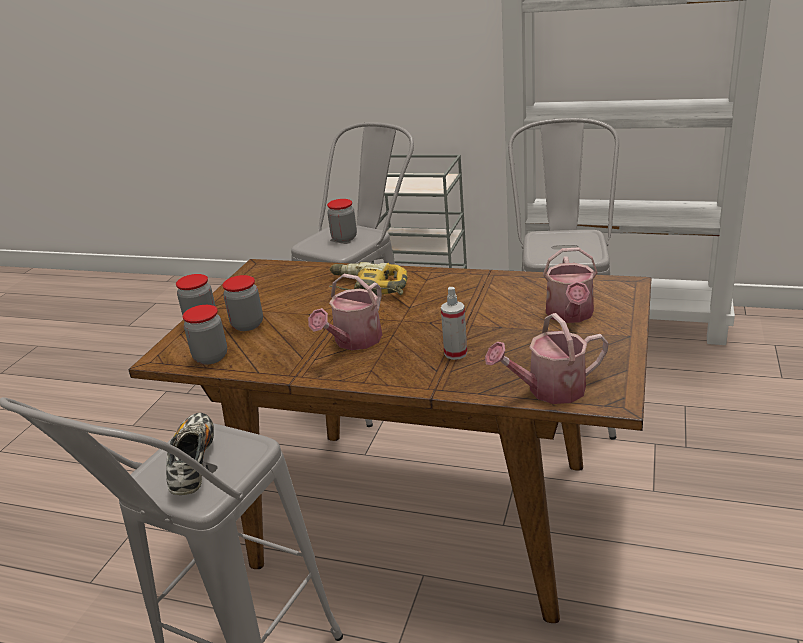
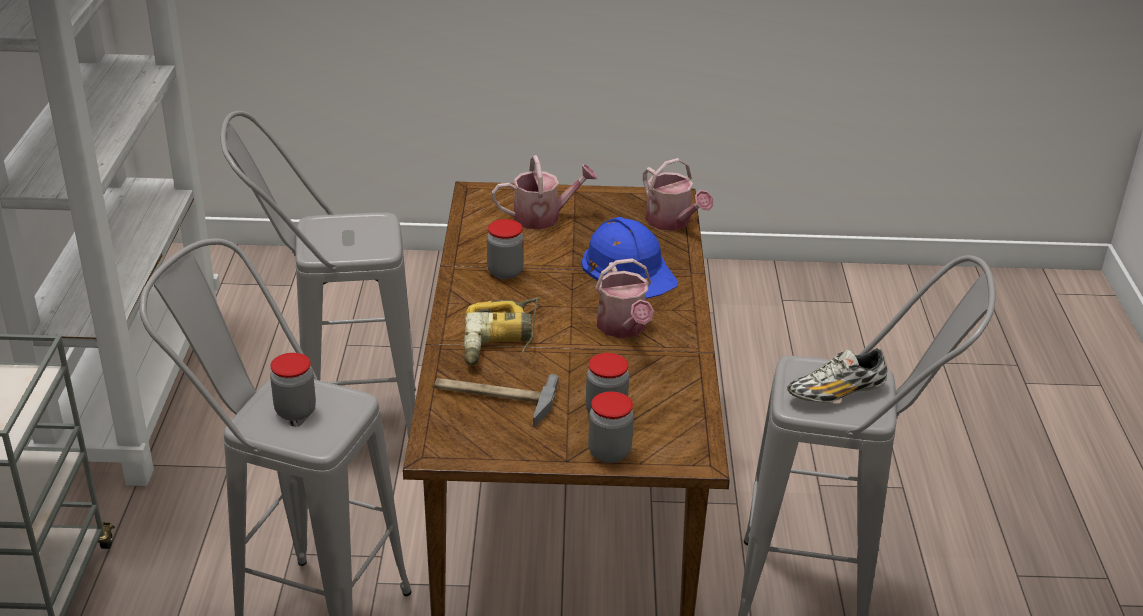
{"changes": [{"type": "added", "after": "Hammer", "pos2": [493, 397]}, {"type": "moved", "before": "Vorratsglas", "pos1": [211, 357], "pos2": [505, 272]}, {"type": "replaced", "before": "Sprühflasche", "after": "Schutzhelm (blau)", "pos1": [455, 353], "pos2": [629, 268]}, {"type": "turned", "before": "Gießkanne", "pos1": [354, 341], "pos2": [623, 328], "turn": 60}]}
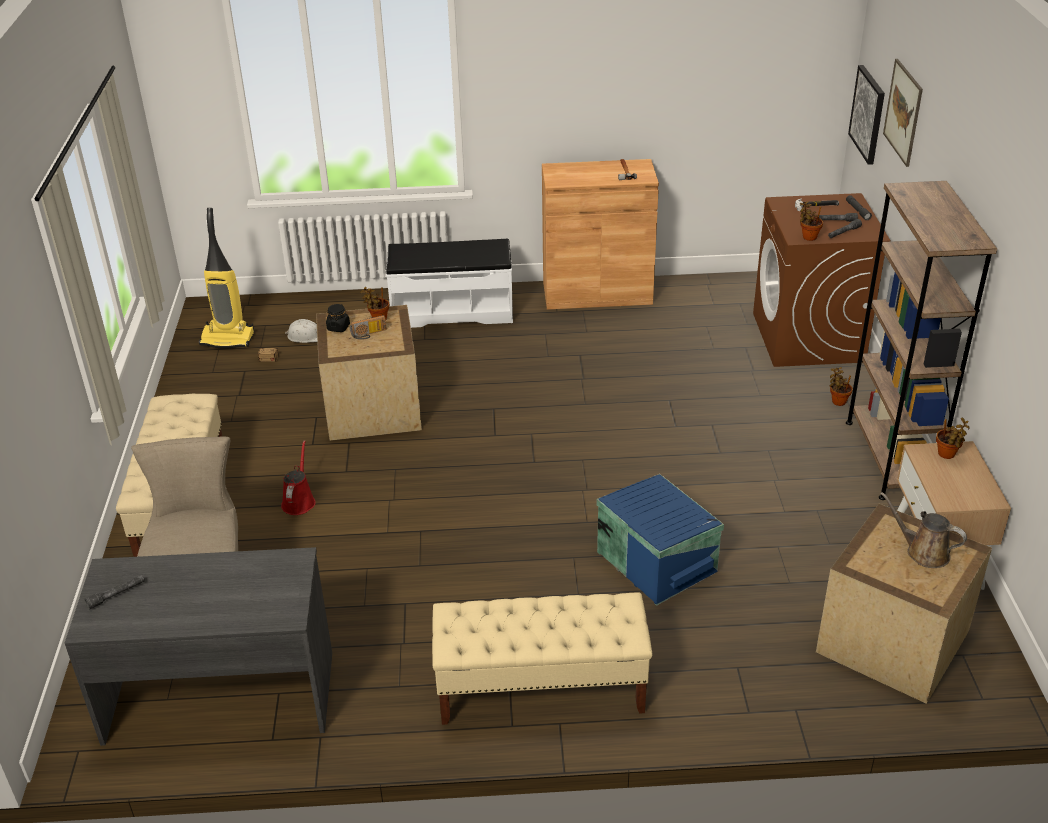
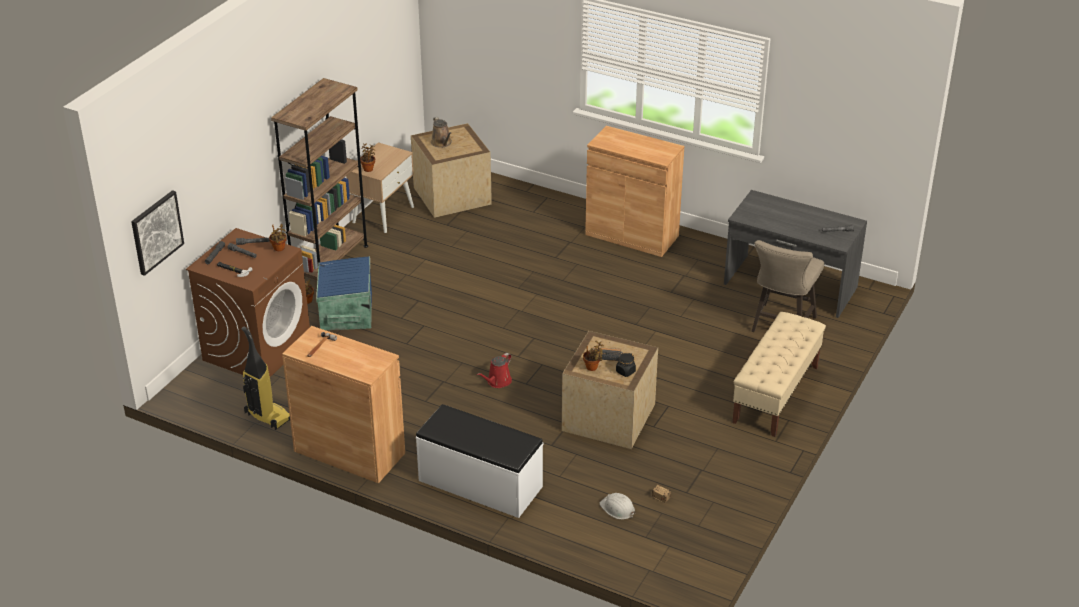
{"changes": [{"type": "removed", "before": "Bild", "pos1": [903, 112]}, {"type": "moved", "before": "Staubsauger", "pos1": [228, 338], "pos2": [267, 417]}, {"type": "moved", "before": "Gießkanne (rot)", "pos1": [299, 501], "pos2": [497, 382]}, {"type": "moved", "before": "Aufbewahrungsbox (blau)", "pos1": [657, 560], "pos2": [345, 312]}, {"type": "replaced", "before": "Bank (beige)", "after": "Schrank (braun)", "pos1": [540, 690], "pos2": [632, 235]}]}
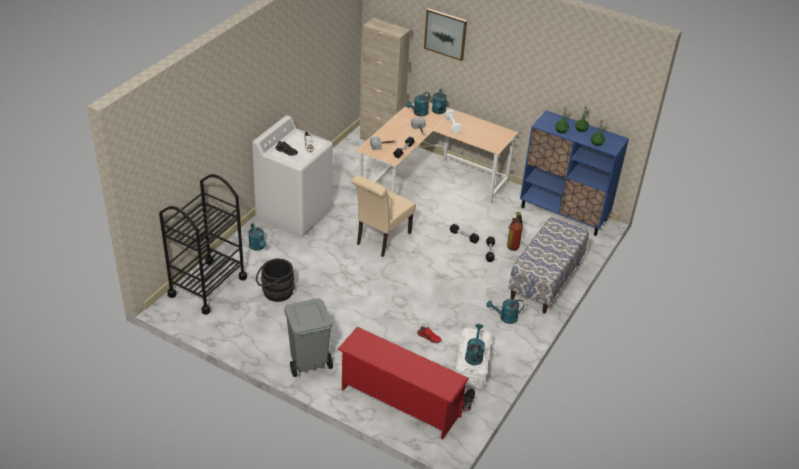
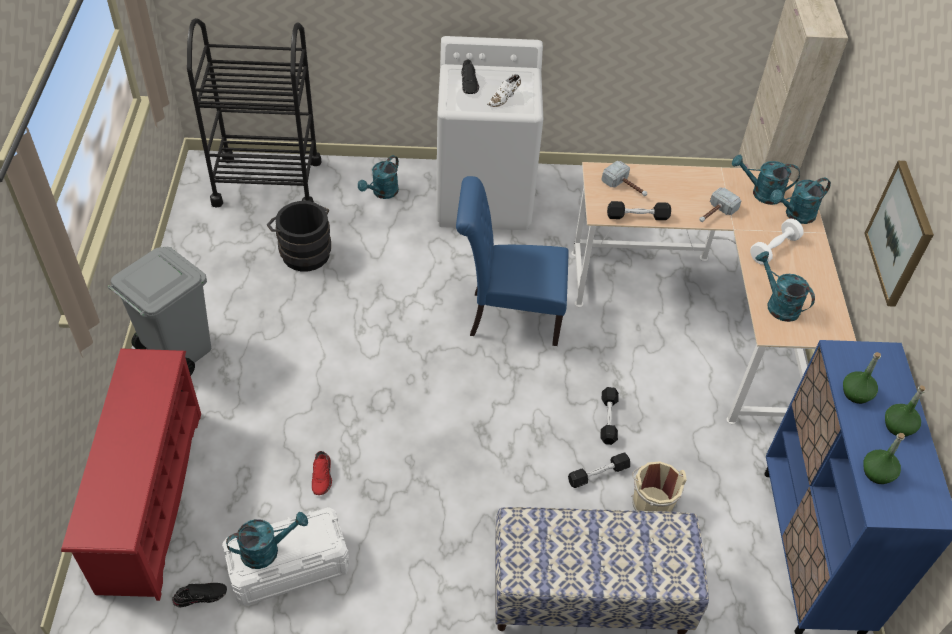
{"changes": [{"type": "moved", "before": "Bild", "pos1": [445, 34], "pos2": [900, 234]}, {"type": "moved", "before": "Gießkanne (türkis)", "pos1": [505, 318], "pos2": [778, 304]}, {"type": "replaced", "before": "Feuerlöscher", "after": "Eimer (beige)", "pos1": [514, 244], "pos2": [651, 502]}, {"type": "recoloured", "before": "Stuhl (beige)", "after": "Stuhl (blau)", "pos1": [381, 240], "pos2": [508, 316]}]}
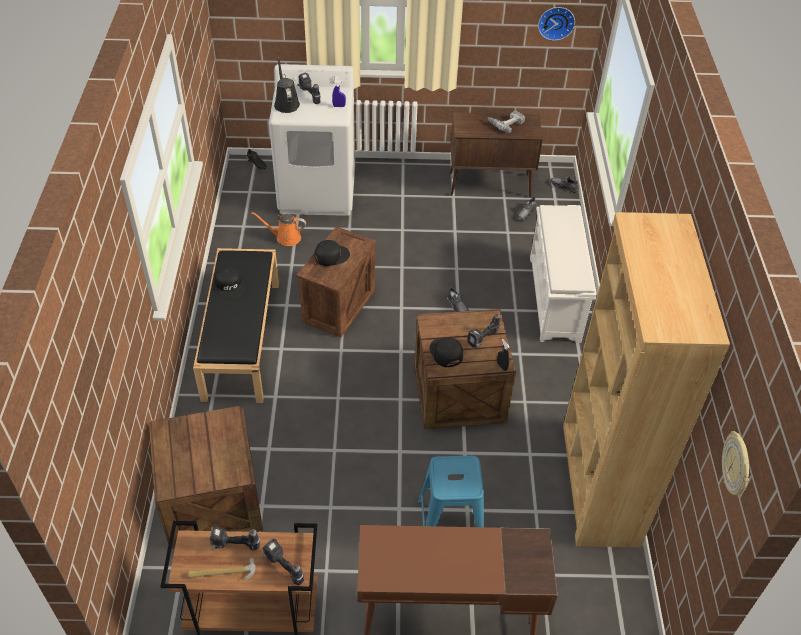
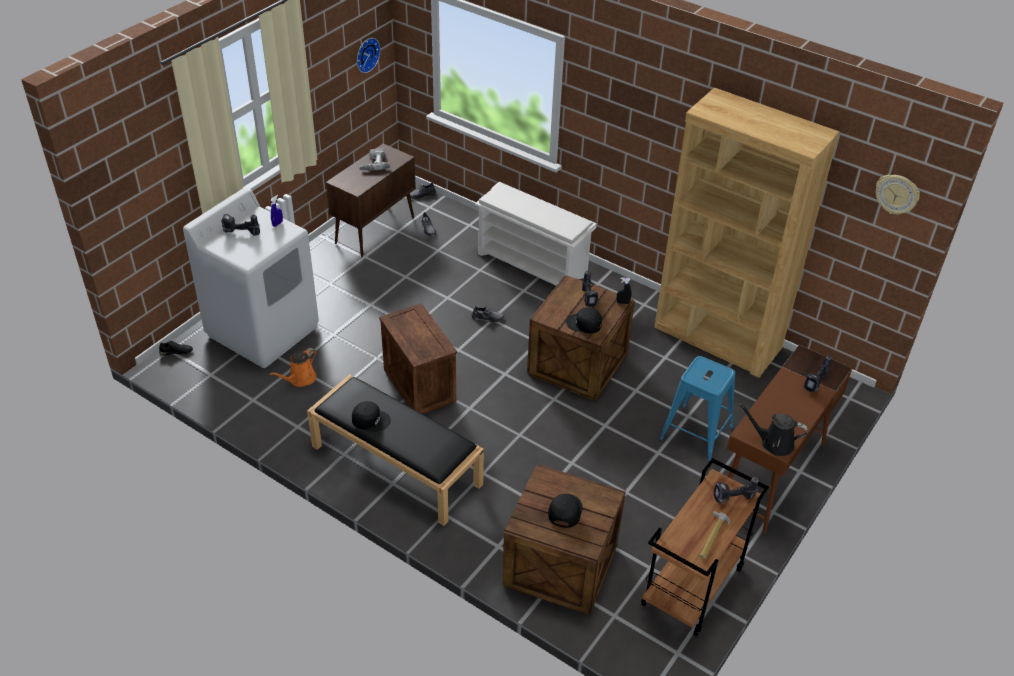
{"changes": [{"type": "moved", "before": "Bohrmaschine", "pos1": [234, 547], "pos2": [816, 384]}, {"type": "moved", "before": "Gießkanne (schwarz)", "pos1": [286, 103], "pos2": [773, 443]}, {"type": "moved", "before": "Kappe (schwarz)", "pos1": [331, 255], "pos2": [564, 511]}]}
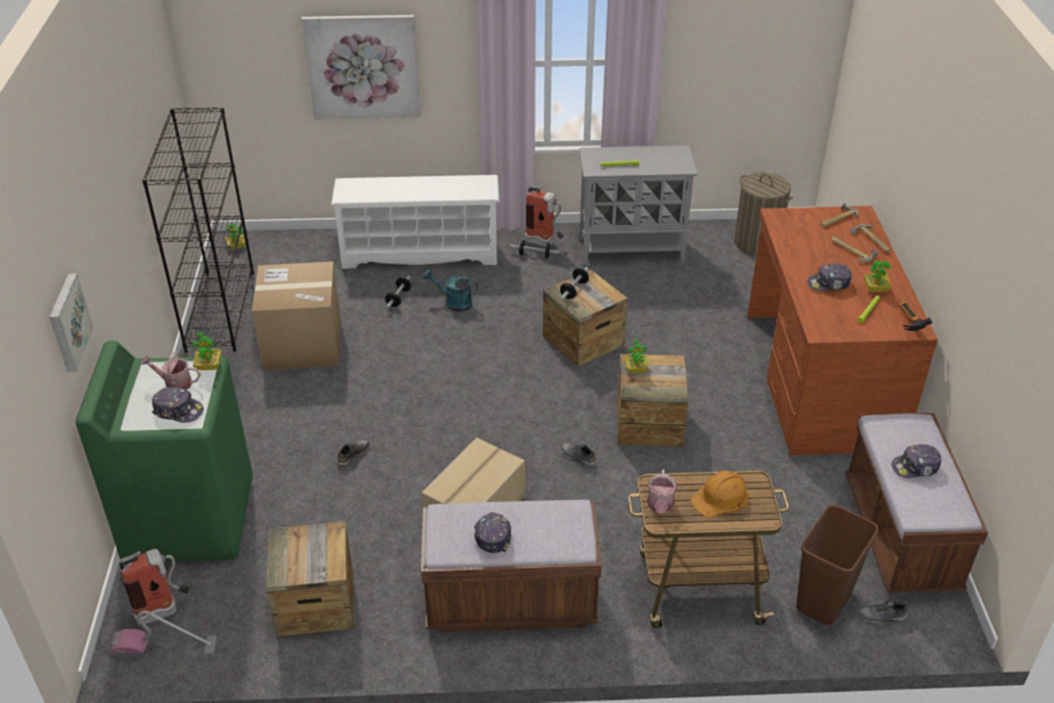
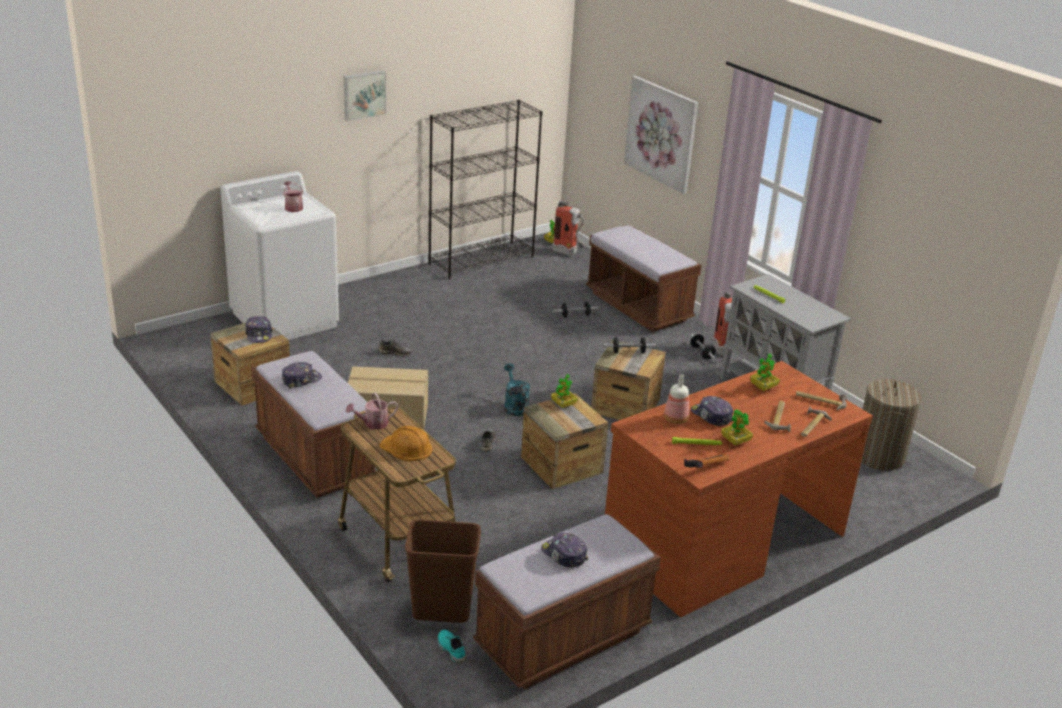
{"changes": [{"type": "removed", "before": "Staubsauger", "pos1": [165, 646]}, {"type": "removed", "before": "Karton", "pos1": [303, 344]}, {"type": "added", "after": "Flasche", "pos2": [676, 419]}, {"type": "moved", "before": "Bild", "pos1": [67, 322], "pos2": [364, 94]}, {"type": "moved", "before": "Feuerlöscher", "pos1": [164, 611], "pos2": [568, 253]}, {"type": "moved", "before": "Kappe", "pos1": [178, 411], "pos2": [259, 334]}, {"type": "moved", "before": "Topfpflanze", "pos1": [209, 366], "pos2": [763, 387]}, {"type": "moved", "before": "Gießkanne (türkis)", "pos1": [454, 303], "pos2": [514, 406]}, {"type": "replaced", "before": "Schuhregal (weiß)", "after": "Bank (braun)", "pos1": [421, 253], "pos2": [638, 307]}, {"type": "recoloured", "before": "Waschmaschine (grün)", "after": "Waschmaschine (weiß)", "pos1": [190, 519], "pos2": [285, 319]}, {"type": "recoloured", "before": "Schuh (grau)", "after": "Schuh (türkis)", "pos1": [881, 617], "pos2": [450, 649]}]}
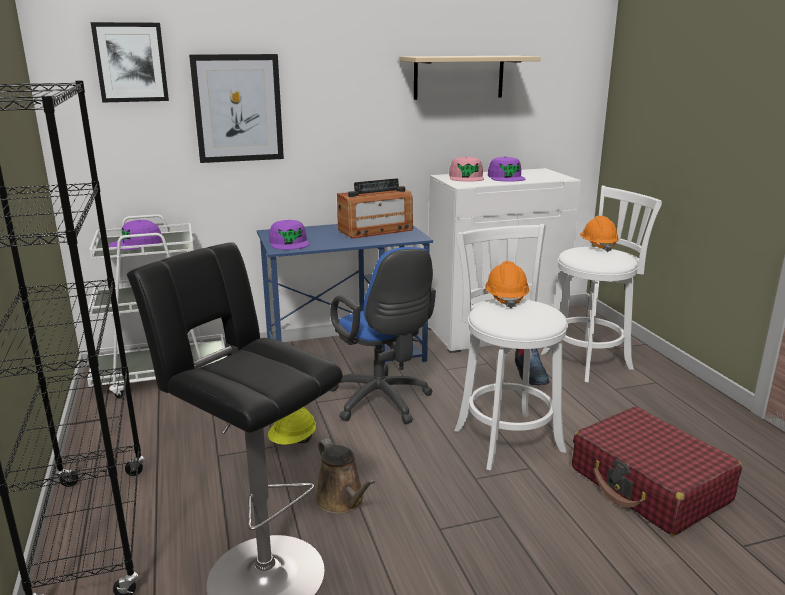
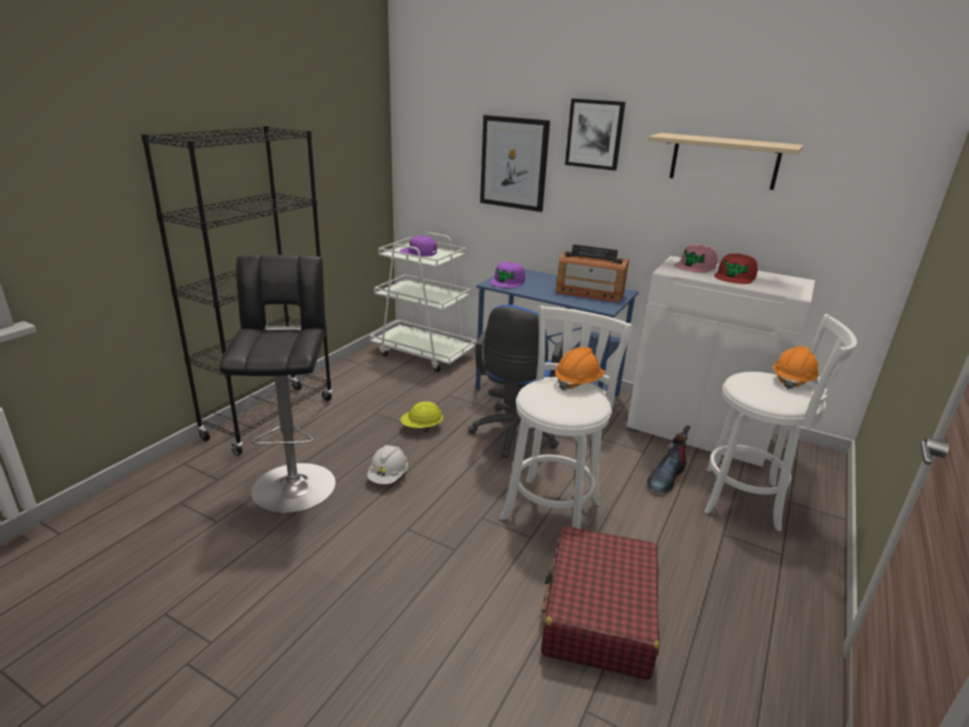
{"changes": [{"type": "moved", "before": "Bild", "pos1": [131, 62], "pos2": [594, 134]}, {"type": "replaced", "before": "Gießkanne (braun)", "after": "Schutzhelm (weiß)", "pos1": [342, 501], "pos2": [388, 476]}, {"type": "recoloured", "before": "Kappe (lila)", "after": "Kappe (rot)", "pos1": [506, 177], "pos2": [735, 276]}]}
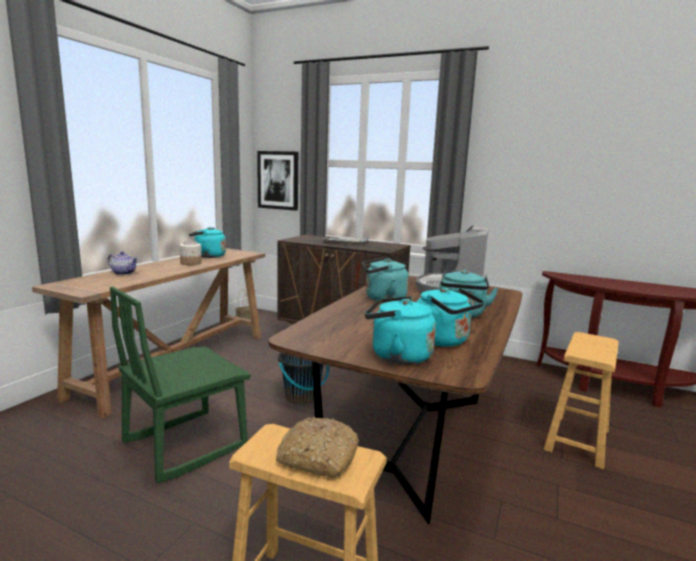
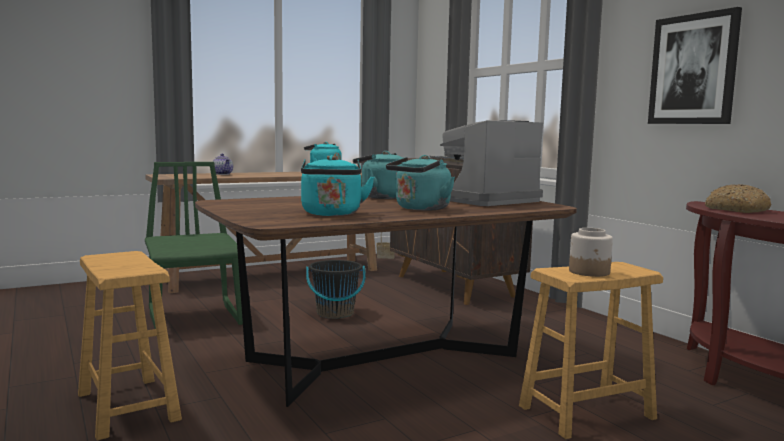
{"changes": [{"type": "removed", "before": "Wasserkessel (türkis)", "pos1": [397, 356]}, {"type": "moved", "before": "Vorratsglas", "pos1": [191, 263], "pos2": [589, 272]}, {"type": "moved", "before": "Bild", "pos1": [278, 180], "pos2": [693, 69]}, {"type": "moved", "before": "Brot", "pos1": [317, 457], "pos2": [736, 210]}, {"type": "turned", "before": "Stuhl (grün)", "pos1": [184, 444], "pos2": [195, 317], "turn": 75}]}
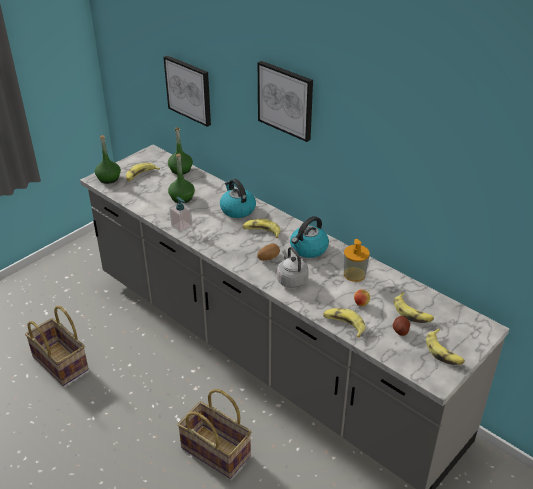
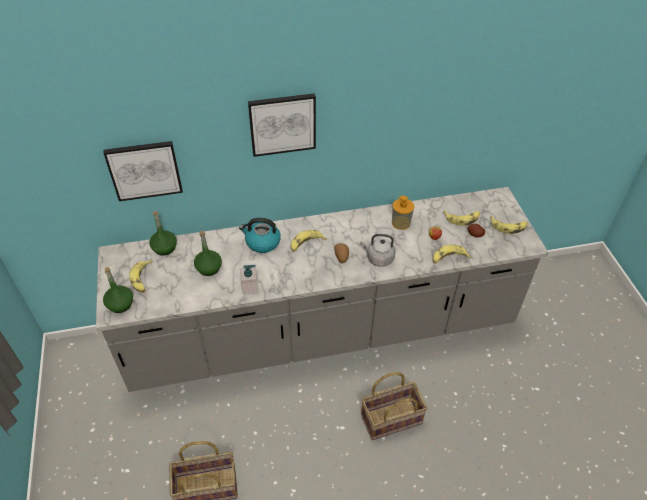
{"changes": [{"type": "removed", "before": "Wasserkessel", "pos1": [308, 249]}]}
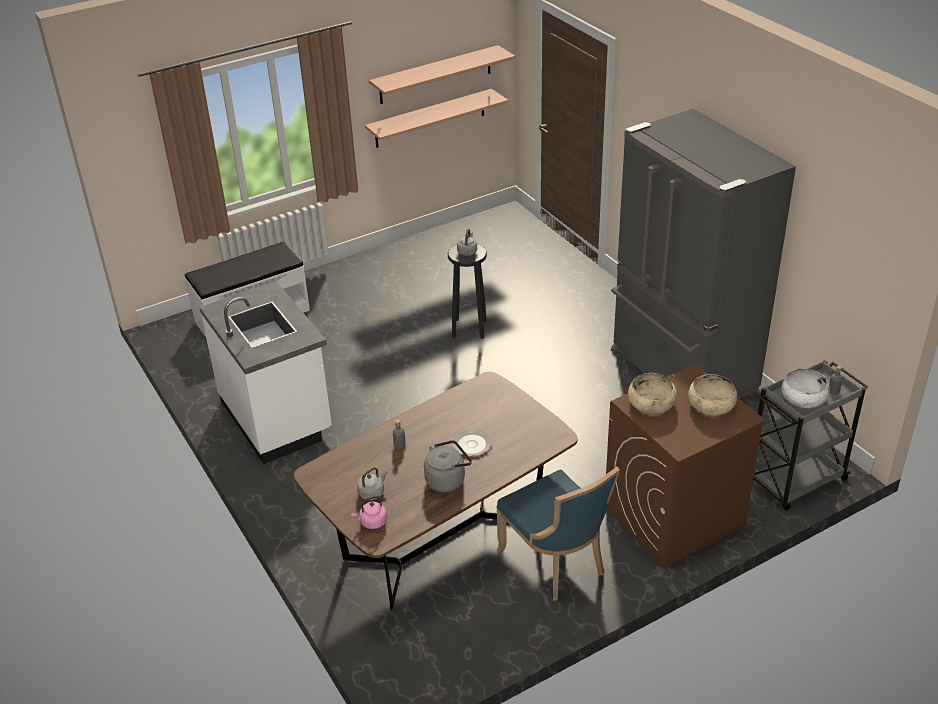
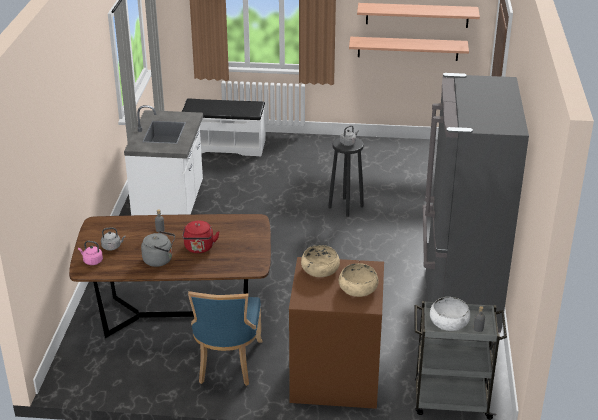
{"changes": [{"type": "replaced", "before": "Teller", "after": "Wasserkessel (rot)", "pos1": [471, 444], "pos2": [199, 248]}]}
